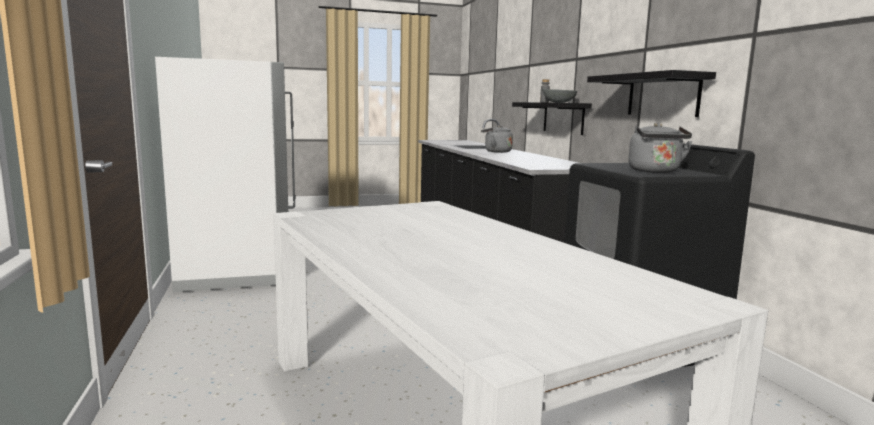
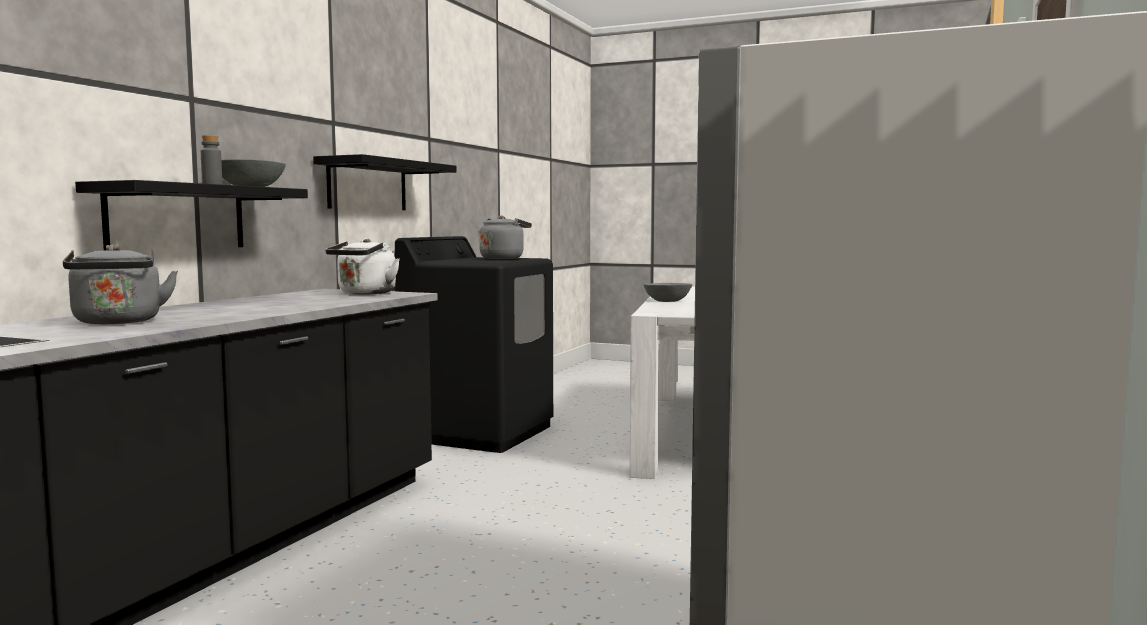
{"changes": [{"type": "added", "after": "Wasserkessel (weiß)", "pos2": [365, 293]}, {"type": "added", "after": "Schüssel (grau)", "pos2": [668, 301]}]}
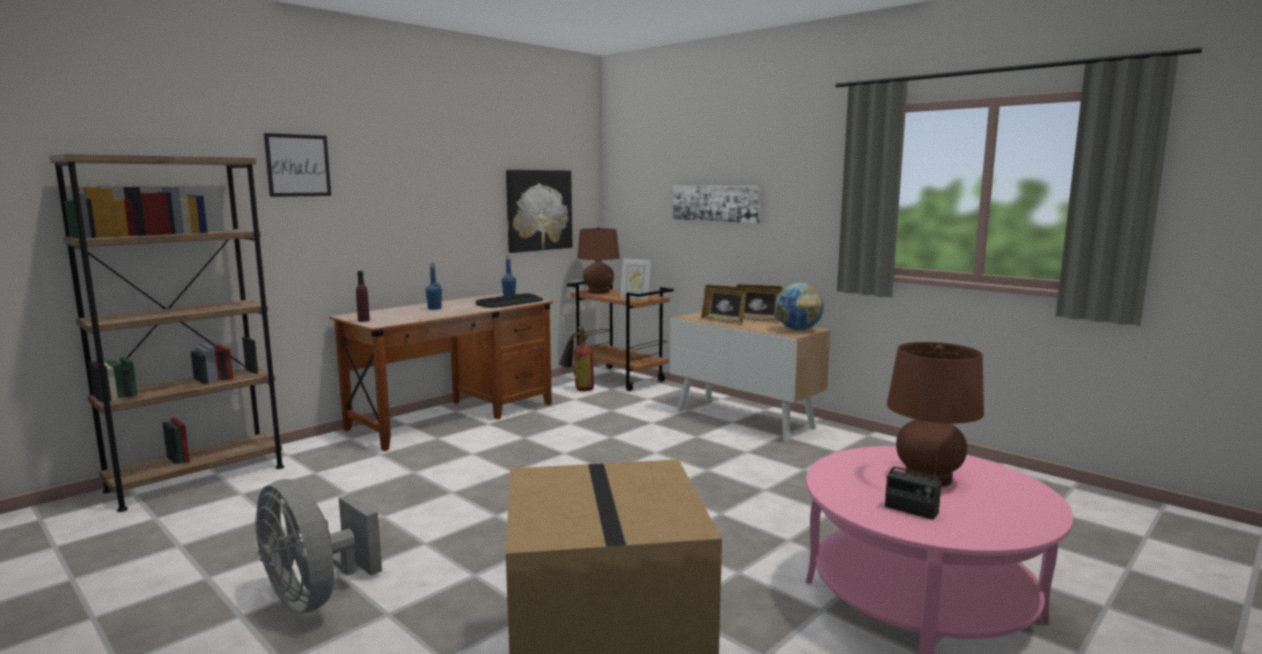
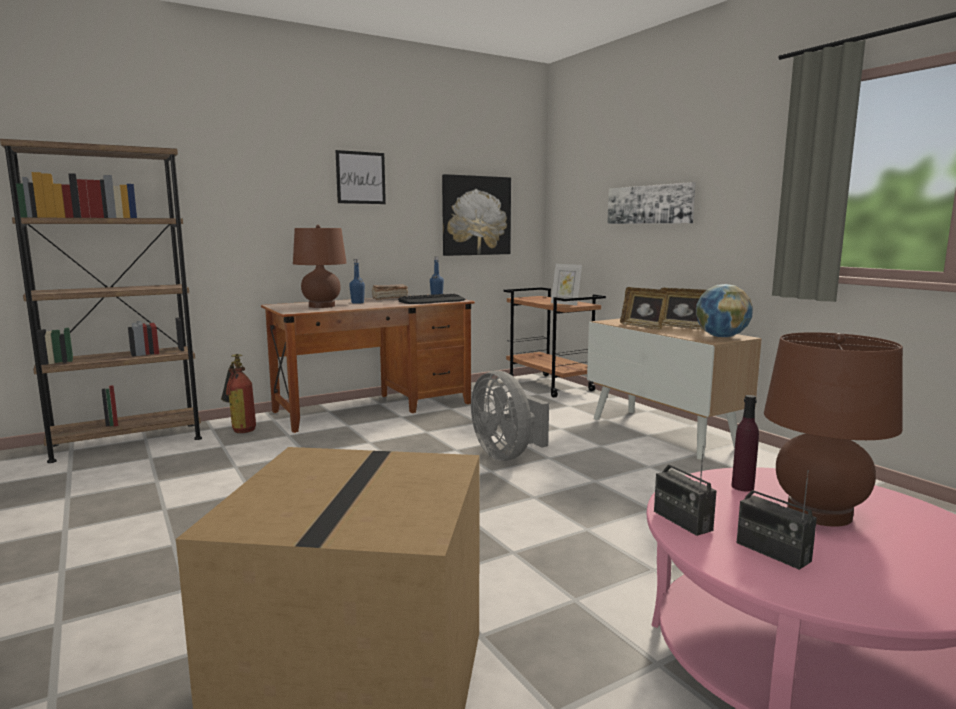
{"changes": [{"type": "added", "after": "Buch (braun)", "pos2": [389, 298]}, {"type": "added", "after": "Radio", "pos2": [682, 521]}, {"type": "moved", "before": "Ventilator (grau)", "pos1": [315, 596], "pos2": [507, 455]}, {"type": "moved", "before": "Bild", "pos1": [298, 165], "pos2": [360, 177]}, {"type": "moved", "before": "Flasche (lila)", "pos1": [363, 320], "pos2": [742, 487]}, {"type": "moved", "before": "Feuerlöscher", "pos1": [578, 388], "pos2": [240, 428]}, {"type": "moved", "before": "Tischlampe (braun)", "pos1": [598, 292], "pos2": [322, 306]}]}
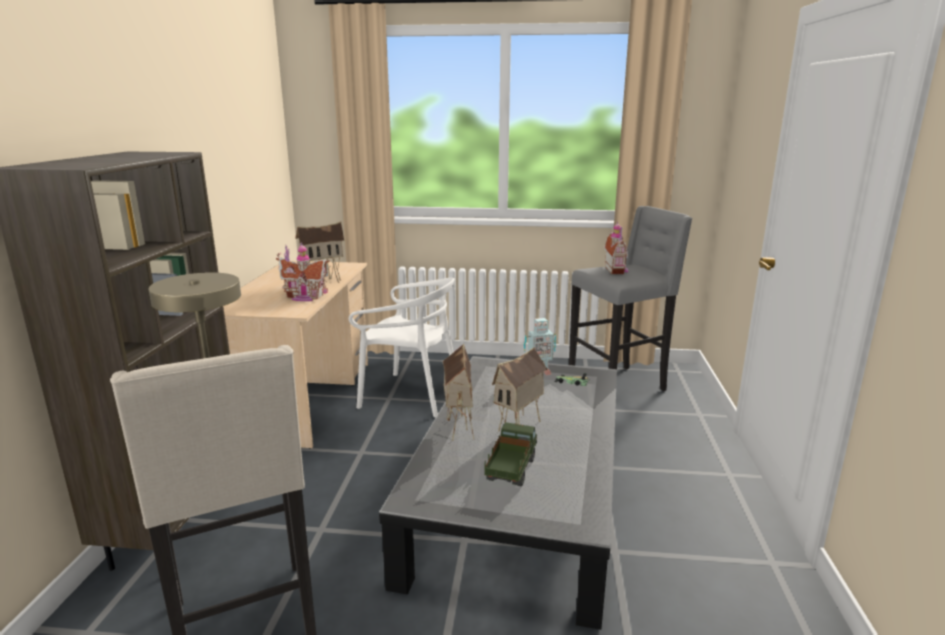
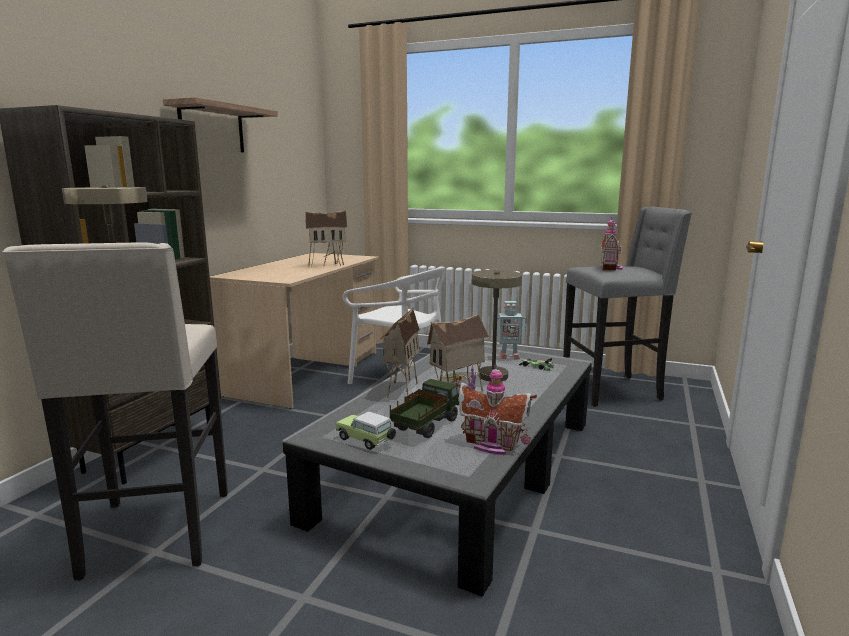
{"changes": [{"type": "added", "after": "Wandregal", "pos2": [212, 128]}, {"type": "added", "after": "Spielzeugauto", "pos2": [366, 441]}, {"type": "added", "after": "Tischlampe (beige)", "pos2": [487, 377]}, {"type": "moved", "before": "Spielzeughaus", "pos1": [304, 297], "pos2": [491, 444]}]}
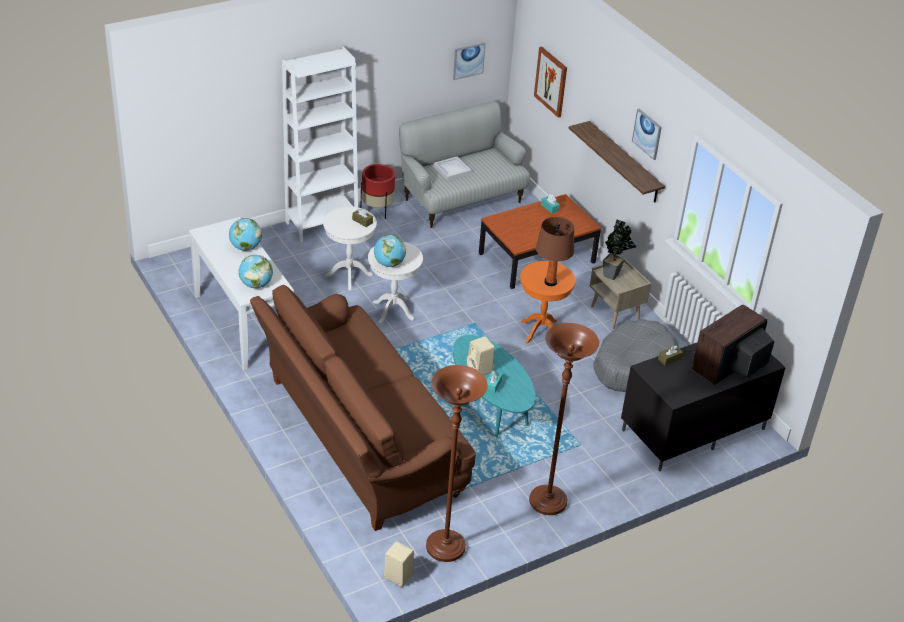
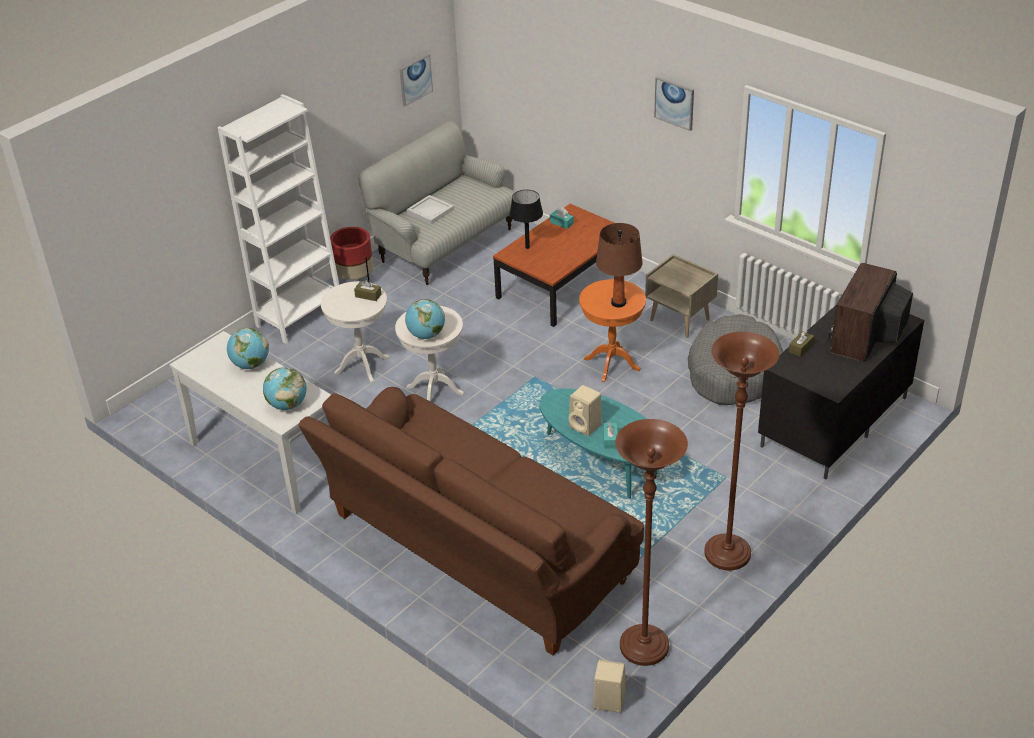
{"changes": [{"type": "removed", "before": "Bild", "pos1": [551, 81]}, {"type": "removed", "before": "Wandregal", "pos1": [624, 162]}, {"type": "removed", "before": "Topfpflanze", "pos1": [613, 274]}, {"type": "added", "after": "Tischlampe (schwarz)", "pos2": [527, 247]}]}
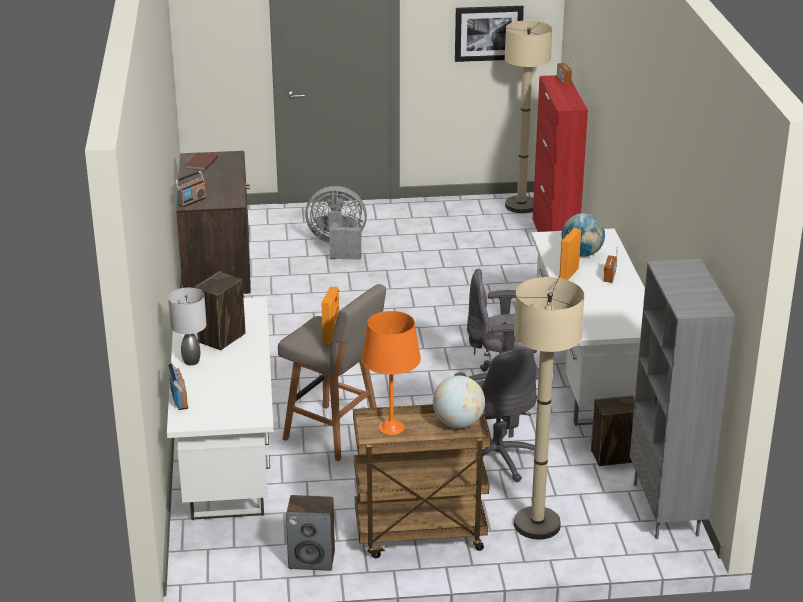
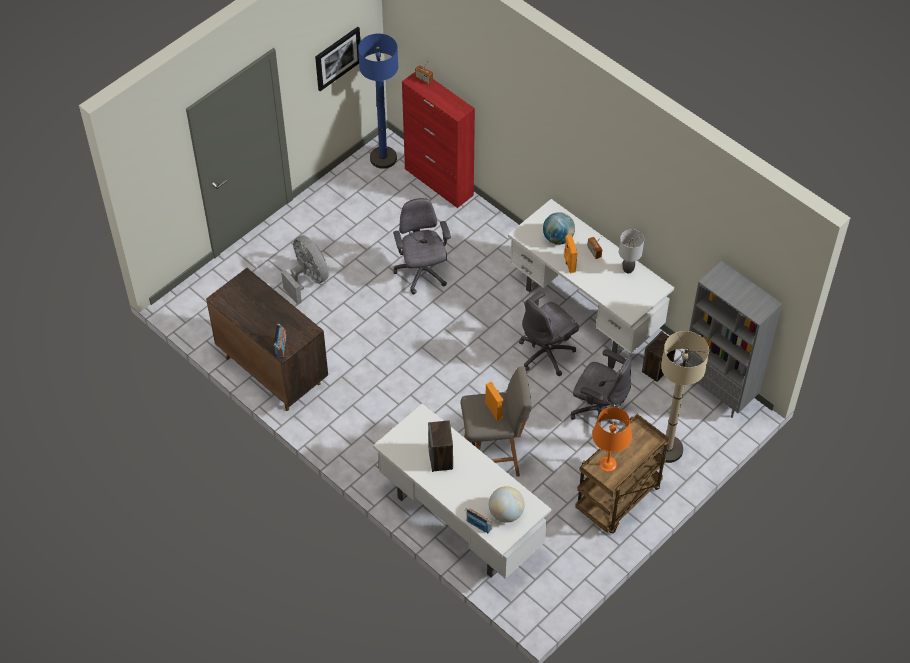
{"changes": [{"type": "removed", "before": "Buch (braun)", "pos1": [200, 163]}, {"type": "removed", "before": "Lautsprecher", "pos1": [312, 559]}, {"type": "added", "after": "Bürostuhl (grau)", "pos2": [422, 273]}, {"type": "moved", "before": "Tischlampe (grau)", "pos1": [192, 361], "pos2": [628, 269]}, {"type": "moved", "before": "Globus", "pos1": [458, 423], "pos2": [506, 513]}, {"type": "recoloured", "before": "Stehlampe (beige)", "after": "Stehlampe (blau)", "pos1": [521, 206], "pos2": [383, 158]}, {"type": "turned", "before": "Ventilator (grau)", "pos1": [338, 246], "pos2": [307, 279], "turn": 90}]}
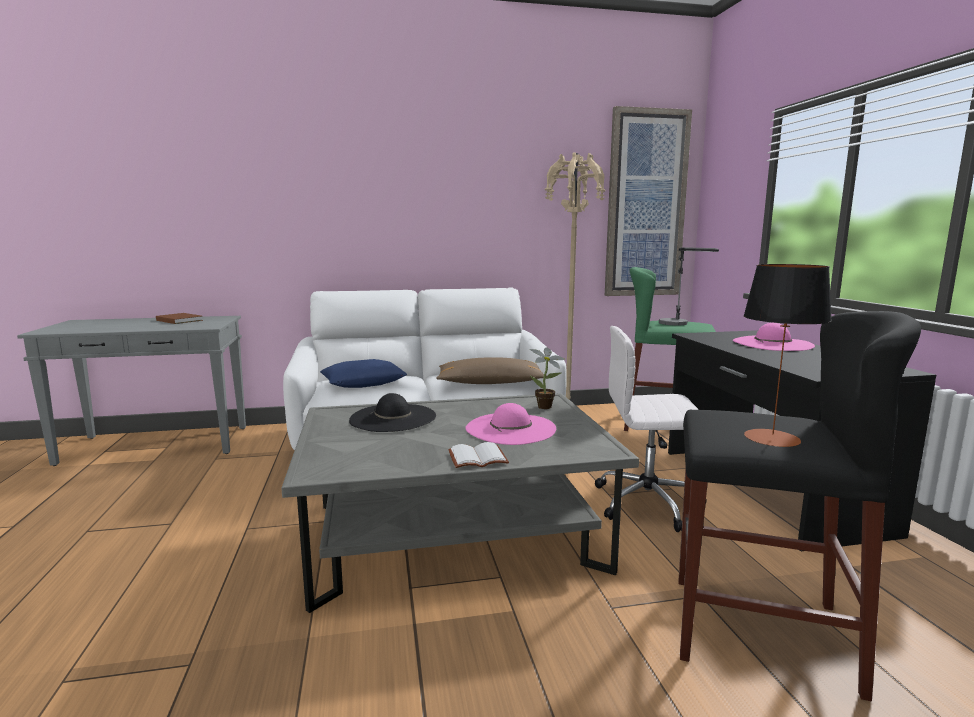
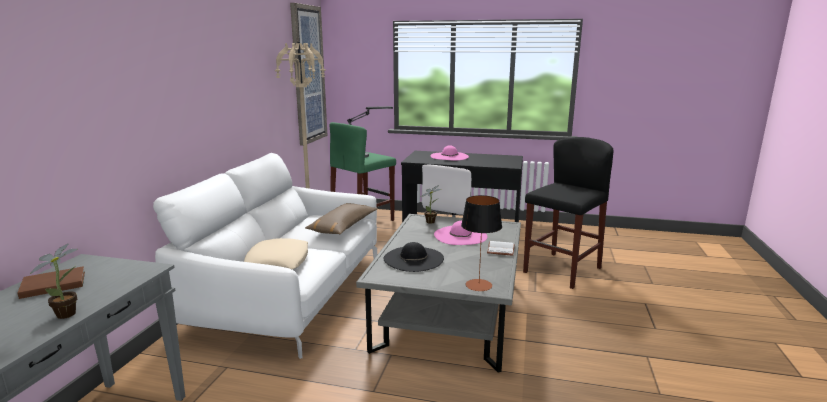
{"changes": [{"type": "added", "after": "Topfpflanze", "pos2": [70, 313]}, {"type": "moved", "before": "Tischlampe", "pos1": [772, 438], "pos2": [479, 285]}, {"type": "recoloured", "before": "Kissen (blau)", "after": "Kissen (beige)", "pos1": [364, 381], "pos2": [277, 262]}]}
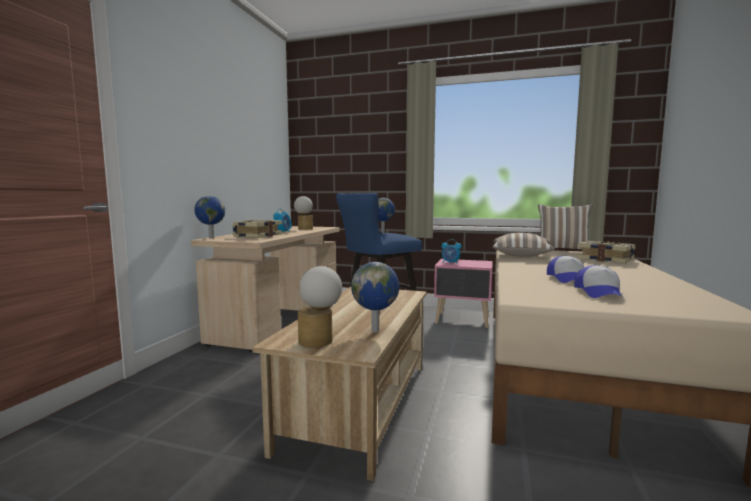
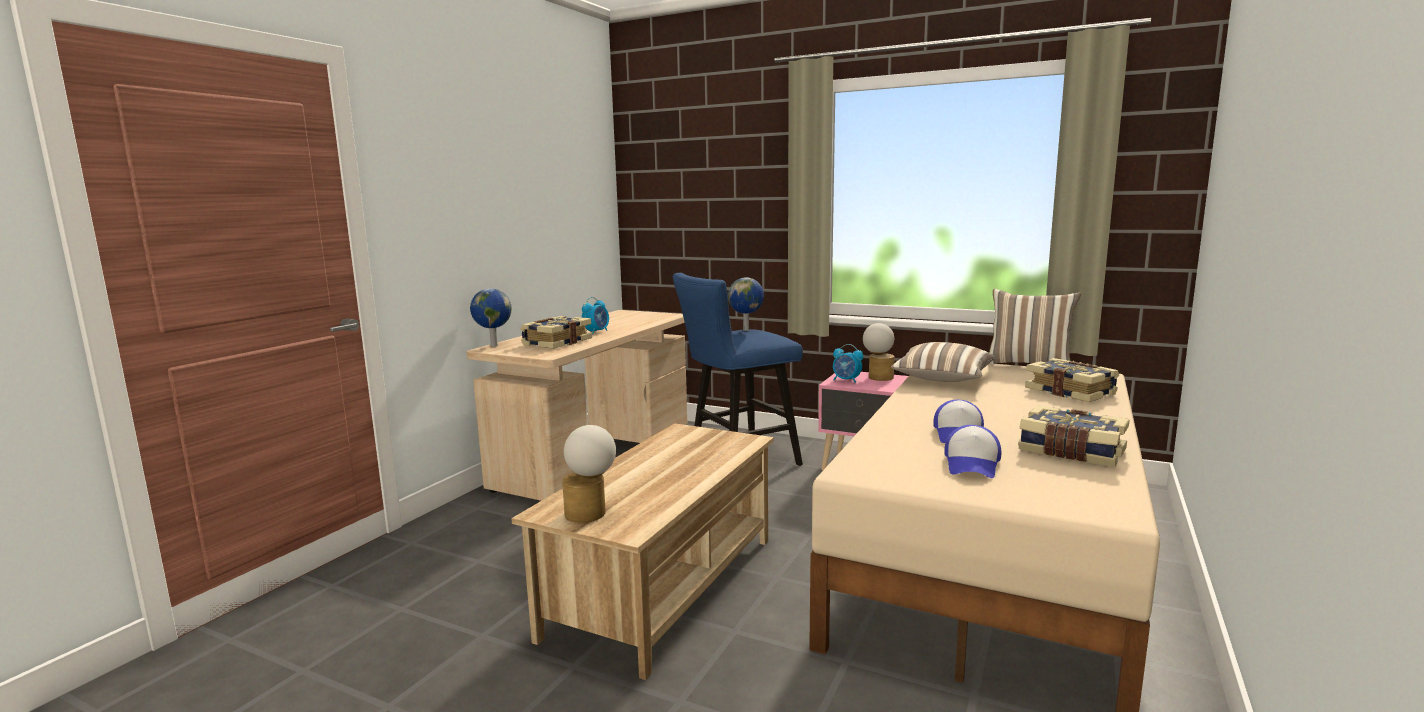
{"changes": [{"type": "removed", "before": "Globus", "pos1": [376, 330]}, {"type": "added", "after": "Buch", "pos2": [1070, 452]}, {"type": "moved", "before": "Tischlampe", "pos1": [304, 228], "pos2": [878, 377]}]}
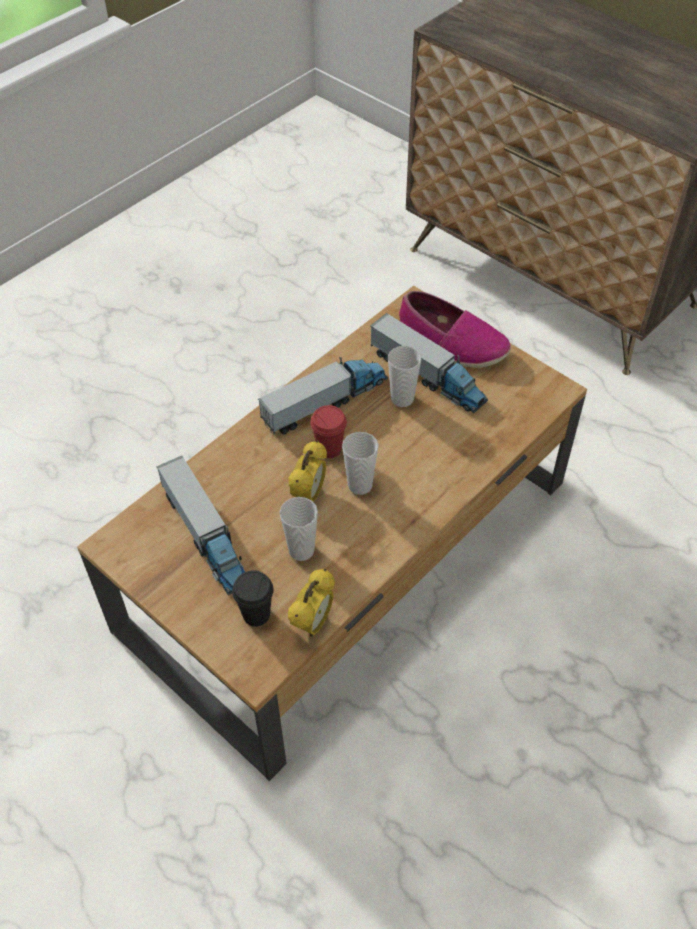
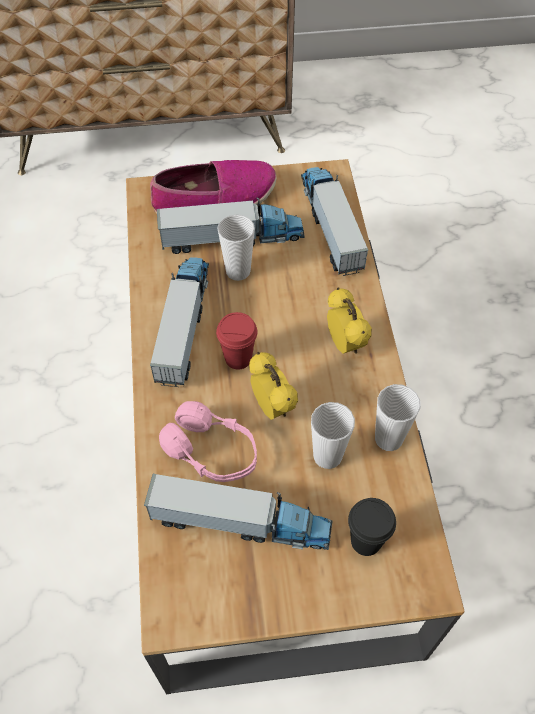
{"changes": [{"type": "added", "after": "Kopfhörer (rosa)", "pos2": [212, 452]}, {"type": "added", "after": "Spielzeuglaster", "pos2": [330, 225]}, {"type": "moved", "before": "Wecker", "pos1": [313, 623], "pos2": [345, 344]}, {"type": "moved", "before": "Tasse", "pos1": [360, 485], "pos2": [388, 439]}]}
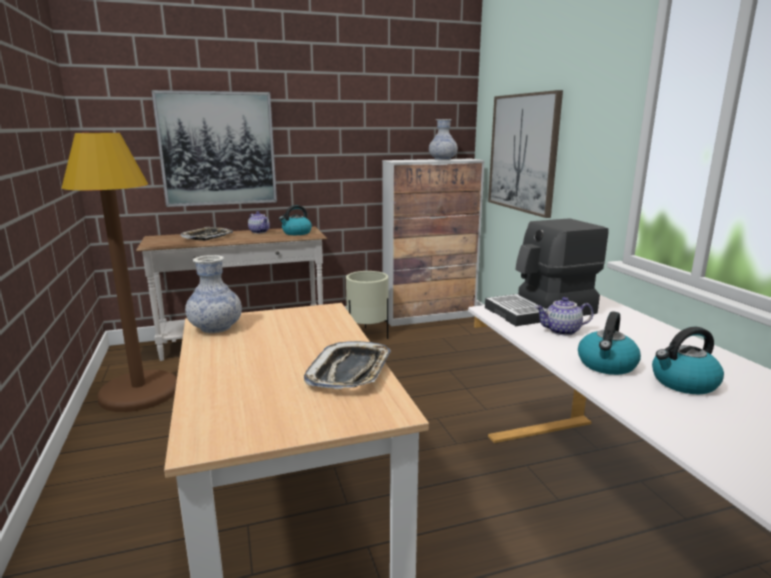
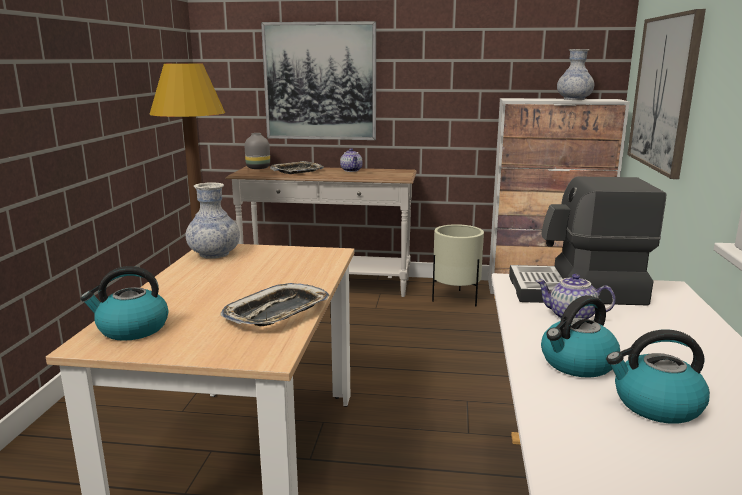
{"changes": [{"type": "added", "after": "Vase (grau)", "pos2": [258, 168]}, {"type": "moved", "before": "Wasserkessel", "pos1": [296, 233], "pos2": [132, 329]}]}
